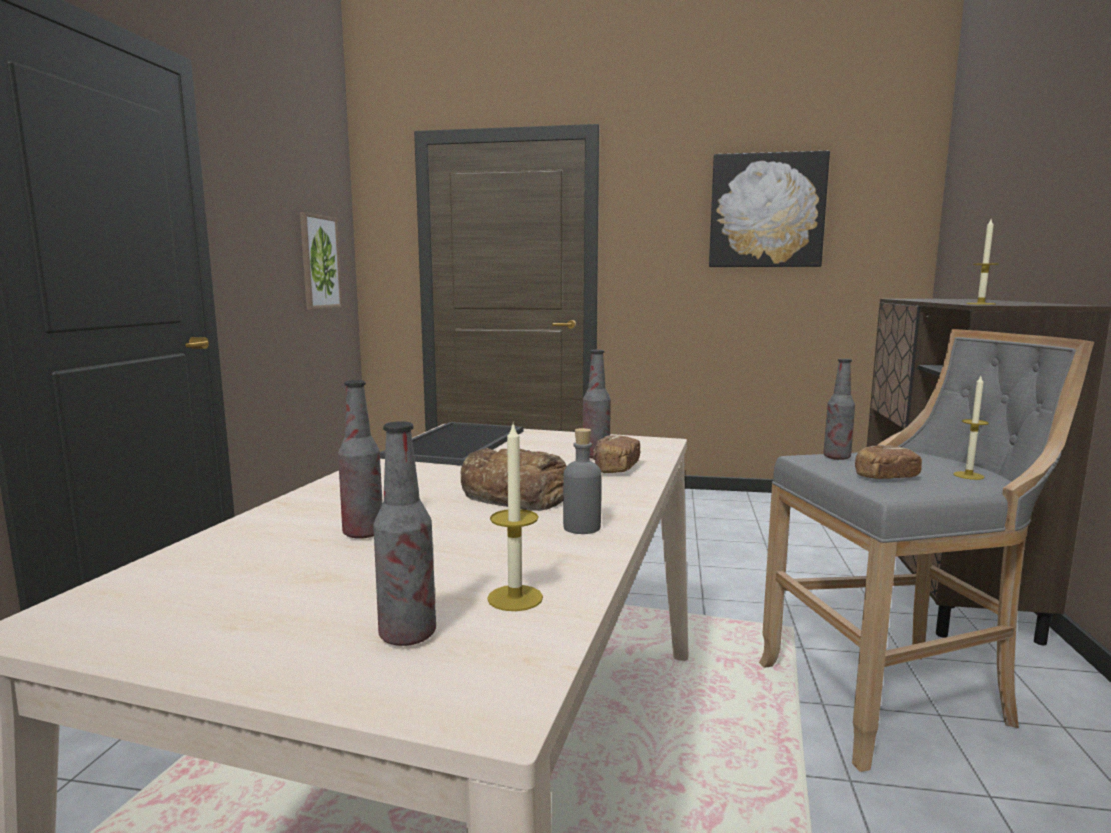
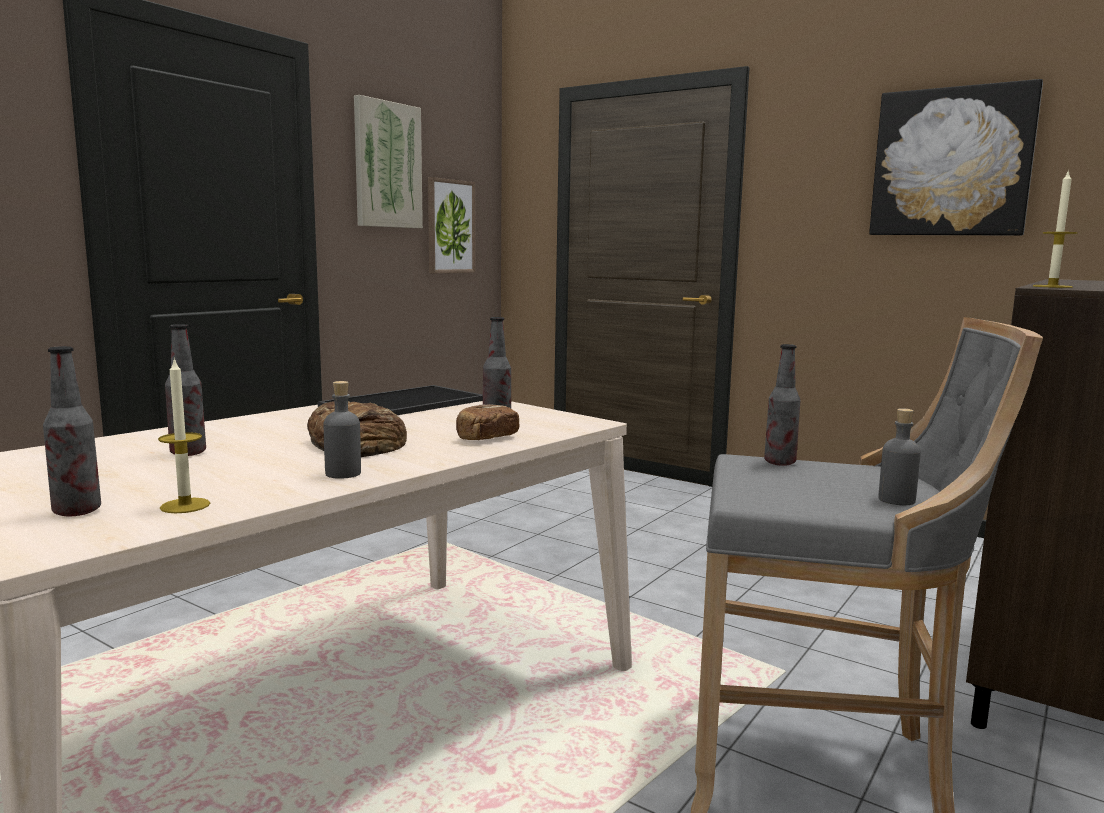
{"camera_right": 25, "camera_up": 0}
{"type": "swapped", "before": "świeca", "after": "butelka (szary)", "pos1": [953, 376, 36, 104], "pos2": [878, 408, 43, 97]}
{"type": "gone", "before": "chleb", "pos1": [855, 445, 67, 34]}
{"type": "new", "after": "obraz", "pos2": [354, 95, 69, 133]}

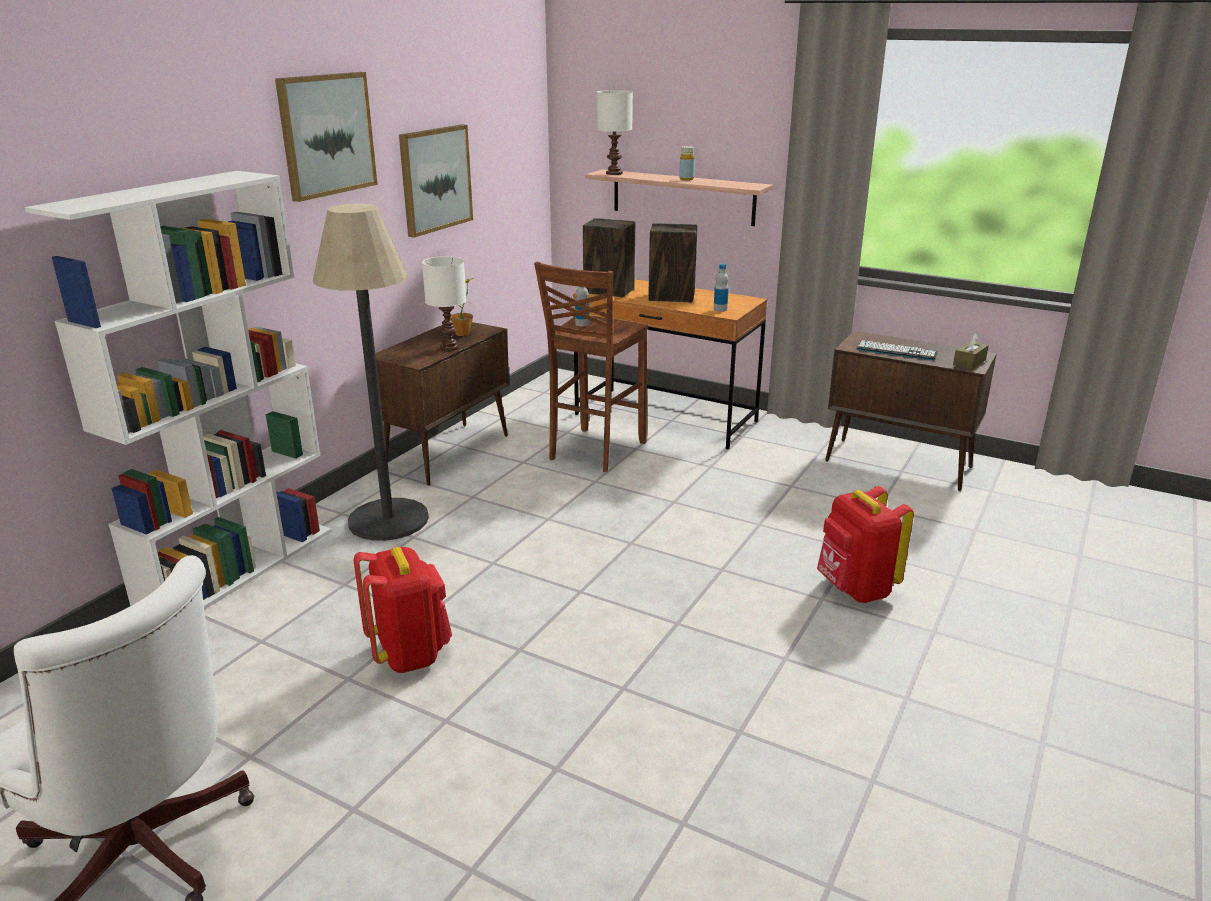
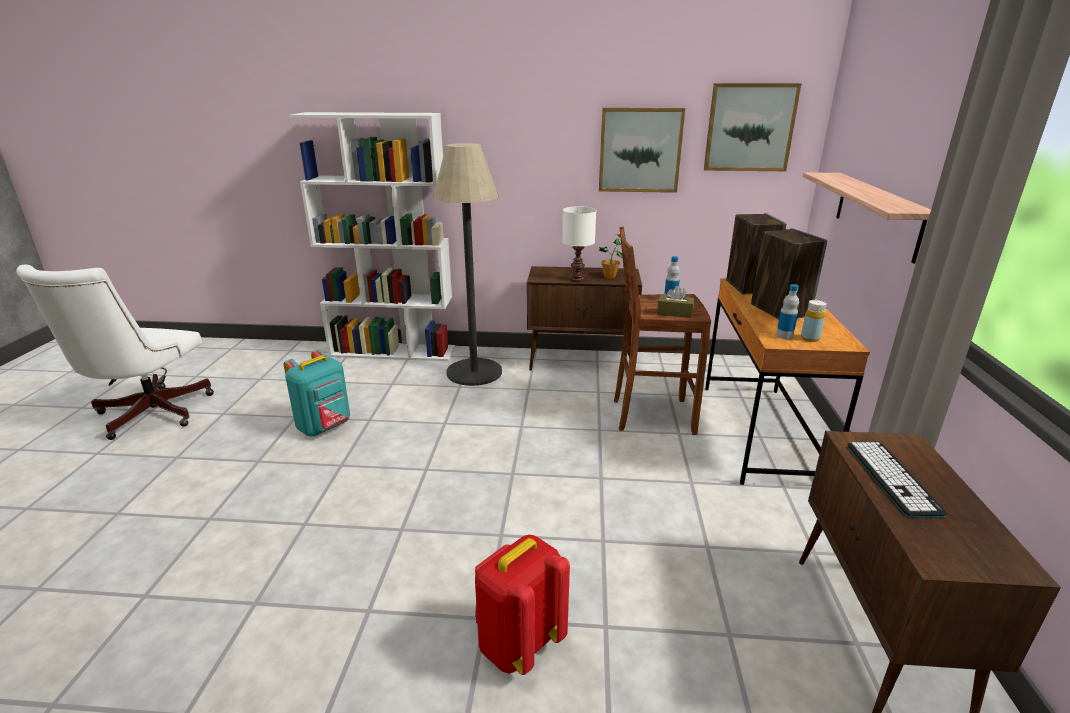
{"camera_right": 65, "camera_up": 0}
{"type": "shifted", "before": "obraz", "pos1": [275, 72, 103, 130], "pos2": [704, 83, 98, 88]}
{"type": "gone", "before": "lampa stołowa (biały)", "pos1": [597, 90, 36, 85]}
{"type": "shifted", "before": "butelka (żółty)", "pos1": [679, 146, 16, 35], "pos2": [801, 300, 26, 42]}
{"type": "shifted", "before": "pudełko chusteczek (brązowy)", "pos1": [953, 333, 36, 37], "pos2": [657, 286, 37, 32]}
{"type": "repainted", "before": "plecak (czerwony)", "after": "plecak (turkusowy)", "pos1": [354, 547, 98, 126], "pos2": [284, 349, 66, 88]}

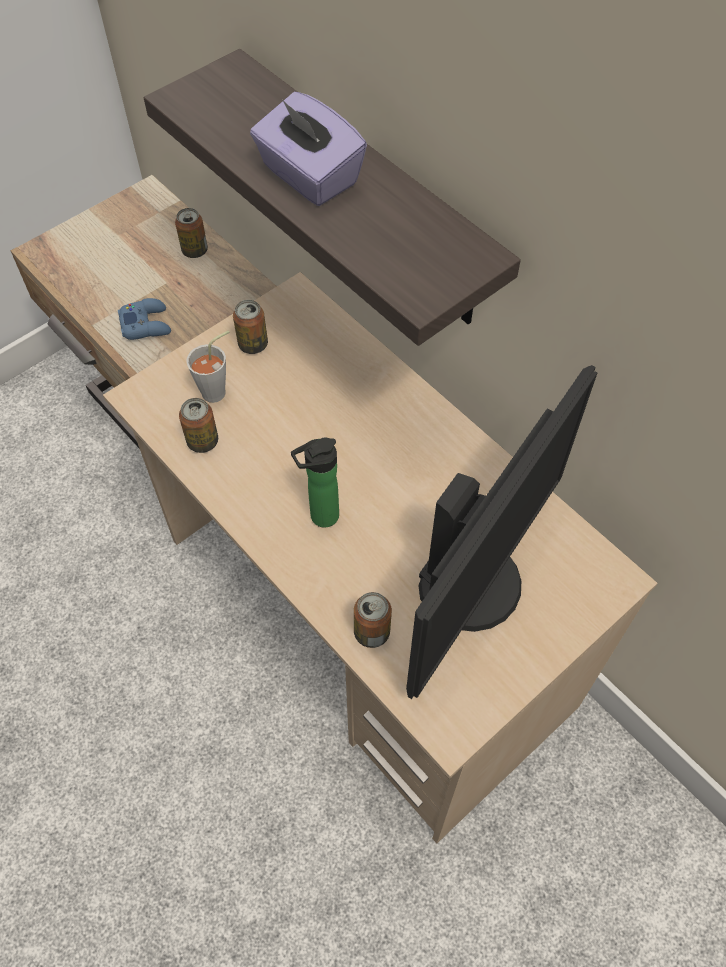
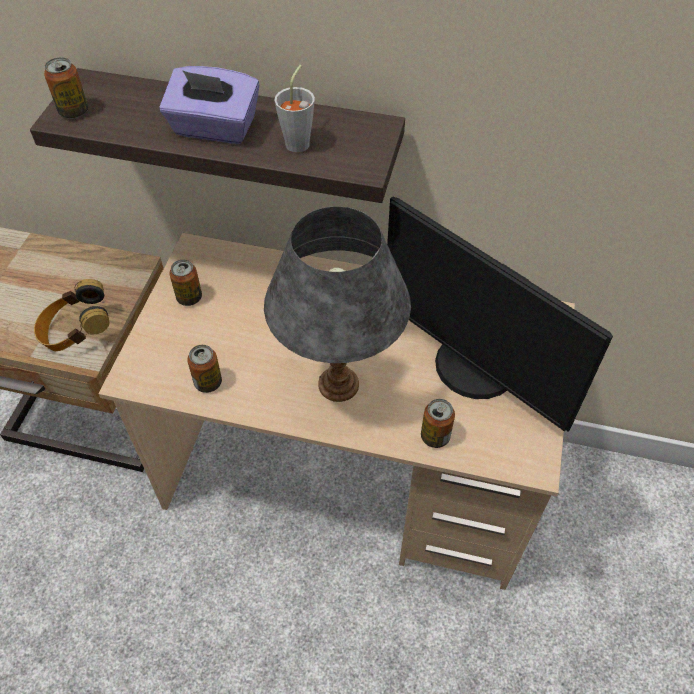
{"camera_right": -35, "camera_up": -5}
{"type": "shifted", "before": "puszka", "pos1": [175, 208, 33, 50], "pos2": [44, 57, 44, 62]}
{"type": "swapped", "before": "pad do gier (niebieski)", "after": "słuchawki", "pos1": [118, 298, 53, 42], "pos2": [34, 279, 75, 72]}
{"type": "shifted", "before": "filiżanka (szary)", "pos1": [186, 330, 44, 73], "pos2": [274, 65, 41, 88]}
{"type": "rotated", "before": "monitor", "pos1": [406, 365, 191, 334], "pos2": [387, 197, 226, 234], "turn": 135}
{"type": "swapped", "before": "butelka", "after": "lampa stołowa (szary)", "pos1": [291, 438, 48, 90], "pos2": [264, 206, 147, 196]}

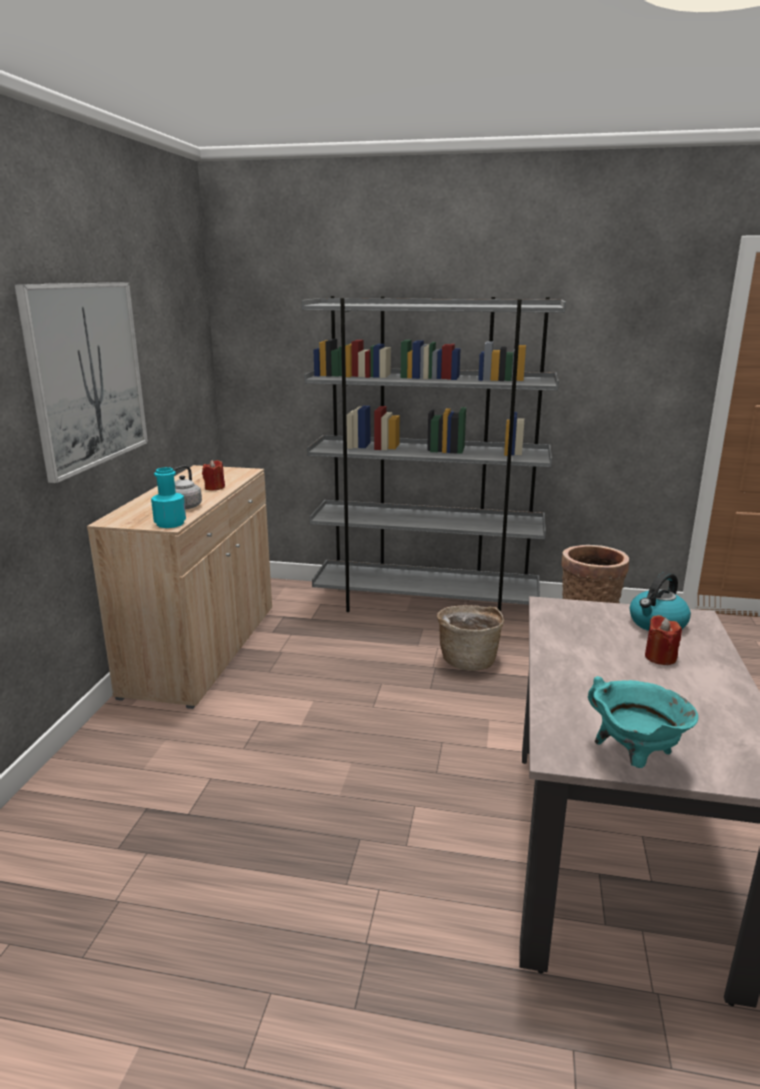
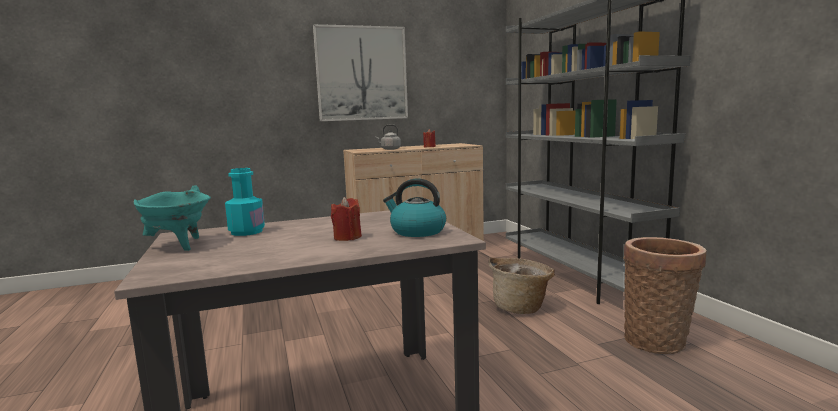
{"camera_right": 60, "camera_up": -10}
{"type": "shifted", "before": "butelka (turkusowy)", "pos1": [151, 467, 35, 61], "pos2": [225, 168, 40, 68]}

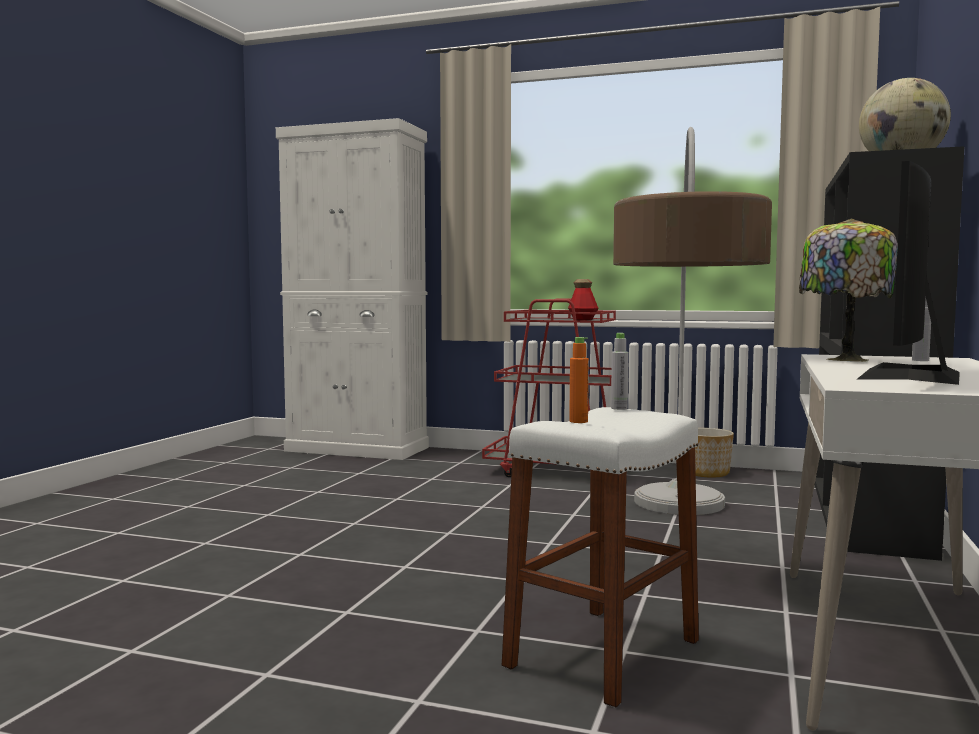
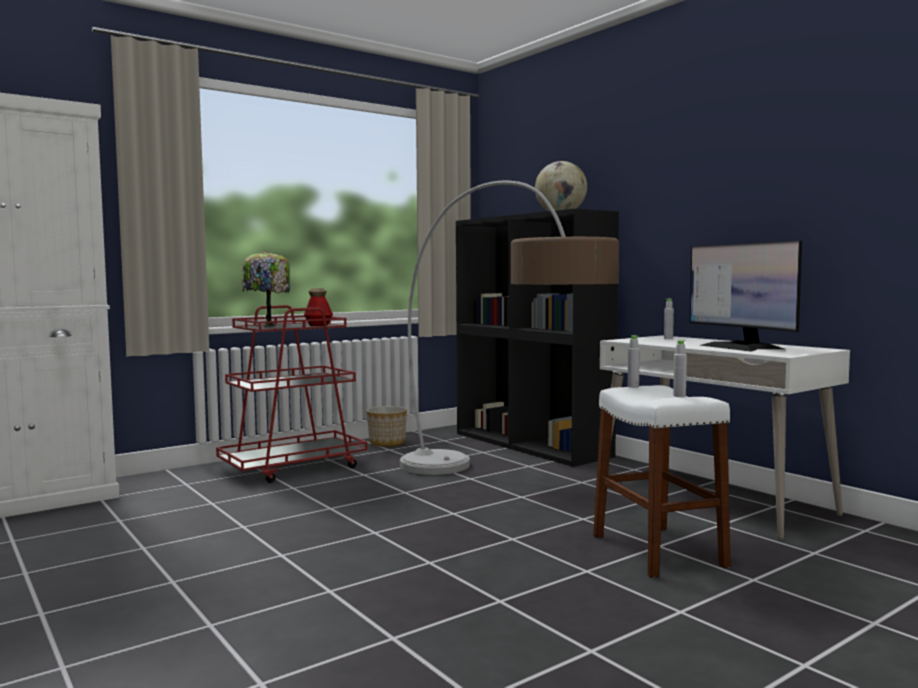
{"camera_right": -55, "camera_up": 0}
{"type": "shifted", "before": "lampa stołowa", "pos1": [799, 218, 99, 144], "pos2": [242, 251, 48, 76]}
{"type": "repainted", "before": "butelka (pomarańczowy)", "after": "butelka (szary)", "pos1": [569, 337, 20, 86], "pos2": [673, 340, 14, 57]}

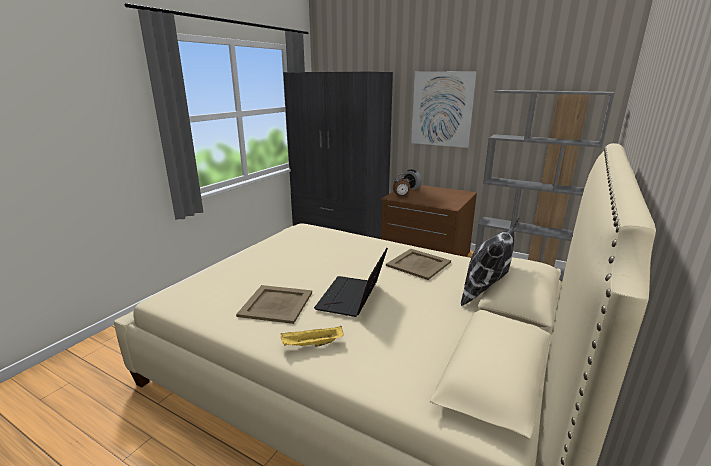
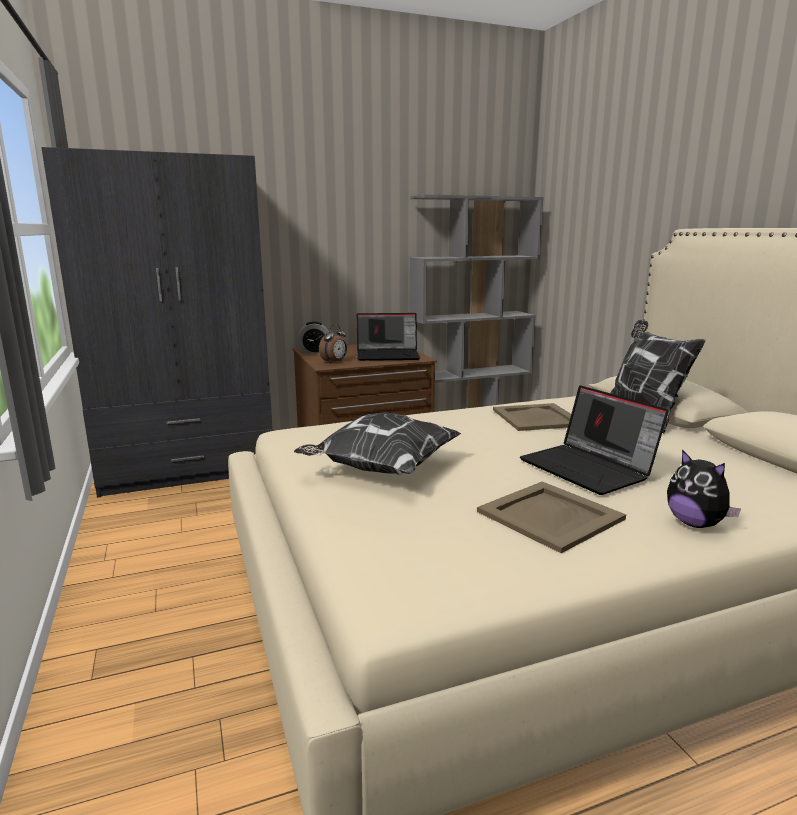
{"camera_right": -50, "camera_up": -5}
{"type": "gone", "before": "obraz", "pos1": [411, 71, 66, 77]}
{"type": "swapped", "before": "taca (żółty)", "after": "pluszak", "pos1": [281, 326, 63, 21], "pos2": [667, 449, 74, 79]}
{"type": "new", "after": "laptop", "pos2": [357, 313, 63, 48]}
{"type": "new", "after": "poduszka", "pos2": [294, 412, 167, 63]}

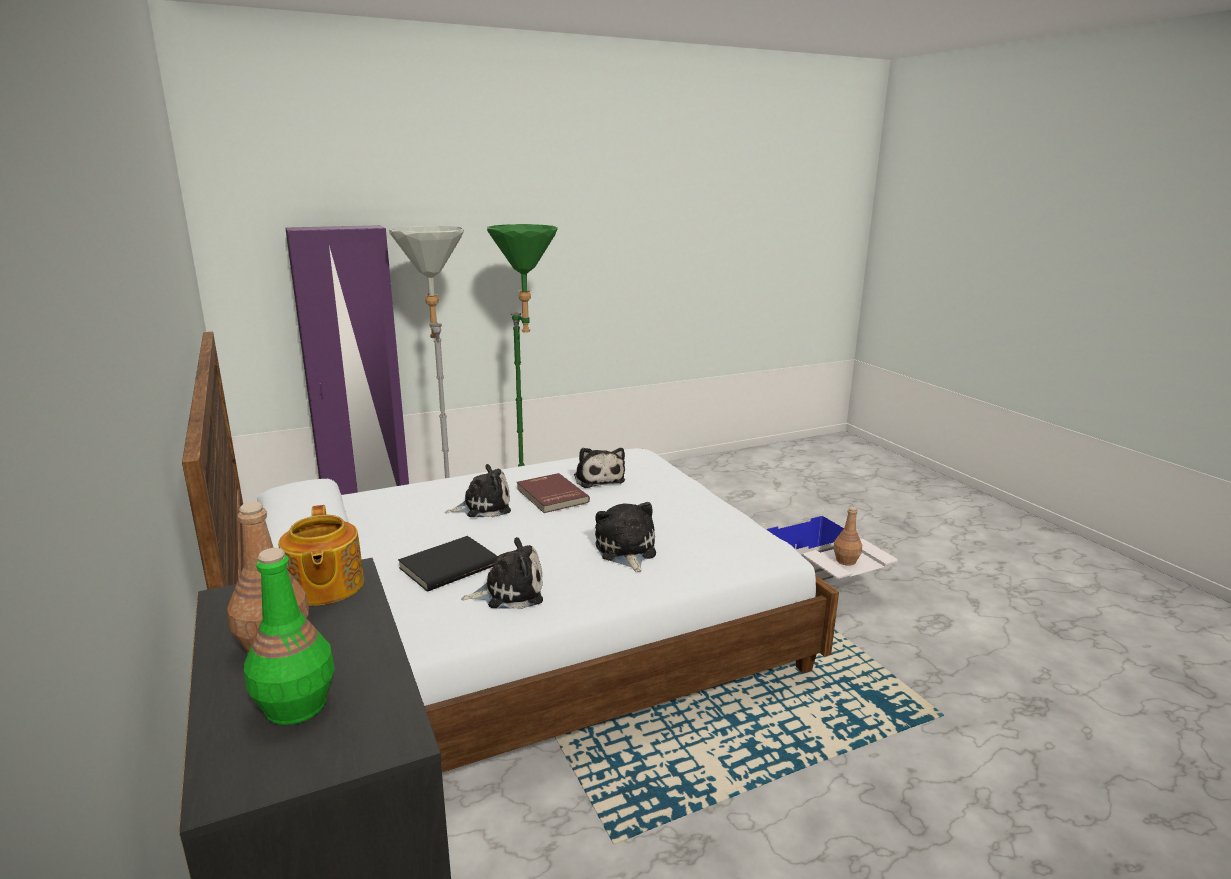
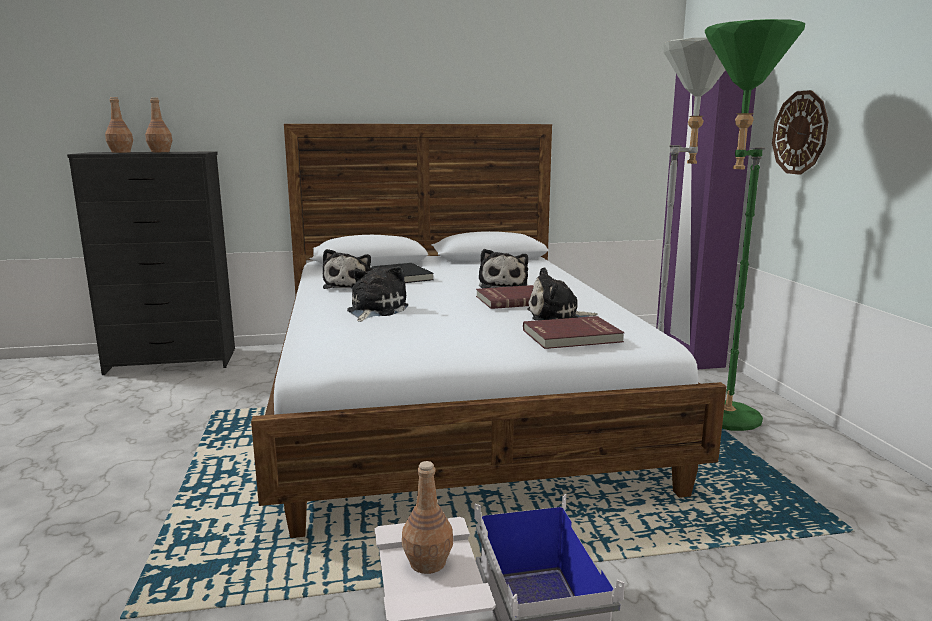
{"camera_right": 105, "camera_up": -5}
{"type": "rotated", "before": "pluszak", "pos1": [595, 502, 61, 70], "pos2": [347, 266, 61, 56], "turn": -75}
{"type": "gone", "before": "imbryk", "pos1": [278, 505, 86, 101]}
{"type": "repainted", "before": "butelka (zielony)", "after": "butelka (brązowy)", "pos1": [244, 548, 91, 177], "pos2": [105, 97, 28, 56]}
{"type": "new", "after": "zegar ścienny", "pos2": [772, 90, 57, 85]}
{"type": "new", "after": "książka (czerwony)", "pos2": [523, 316, 102, 33]}

